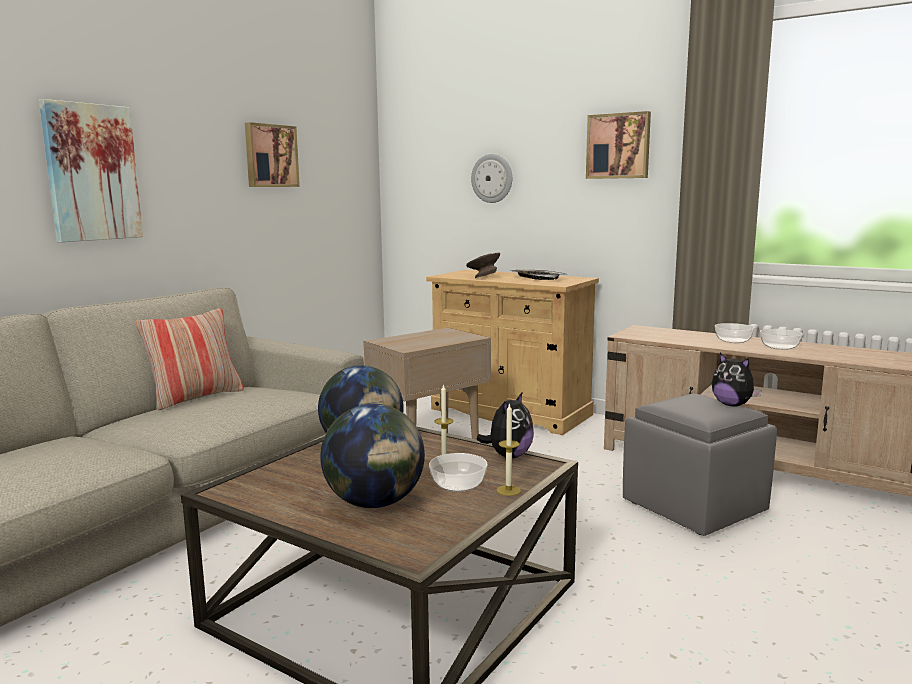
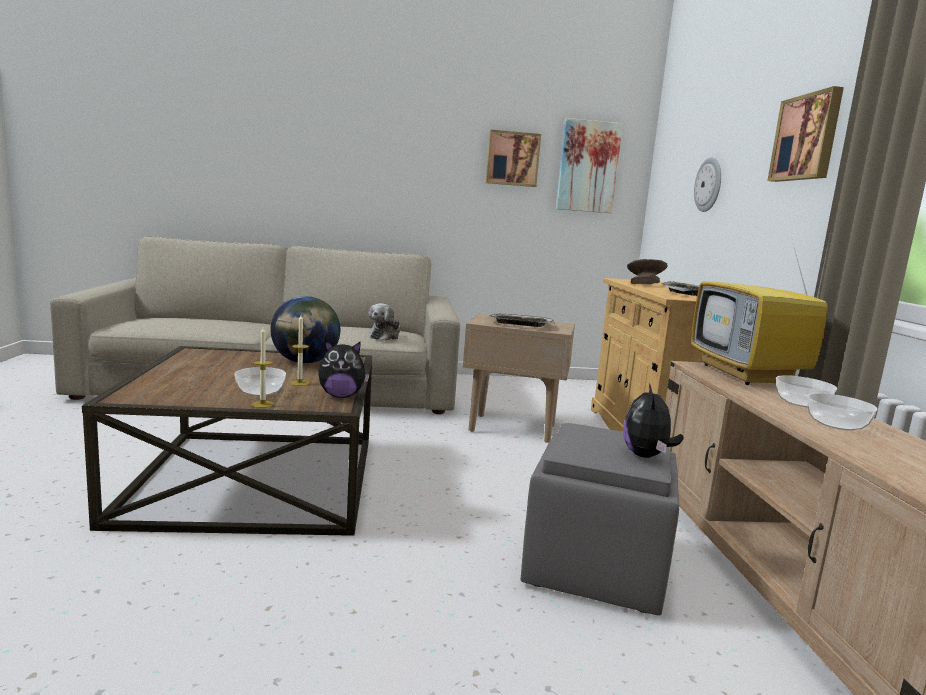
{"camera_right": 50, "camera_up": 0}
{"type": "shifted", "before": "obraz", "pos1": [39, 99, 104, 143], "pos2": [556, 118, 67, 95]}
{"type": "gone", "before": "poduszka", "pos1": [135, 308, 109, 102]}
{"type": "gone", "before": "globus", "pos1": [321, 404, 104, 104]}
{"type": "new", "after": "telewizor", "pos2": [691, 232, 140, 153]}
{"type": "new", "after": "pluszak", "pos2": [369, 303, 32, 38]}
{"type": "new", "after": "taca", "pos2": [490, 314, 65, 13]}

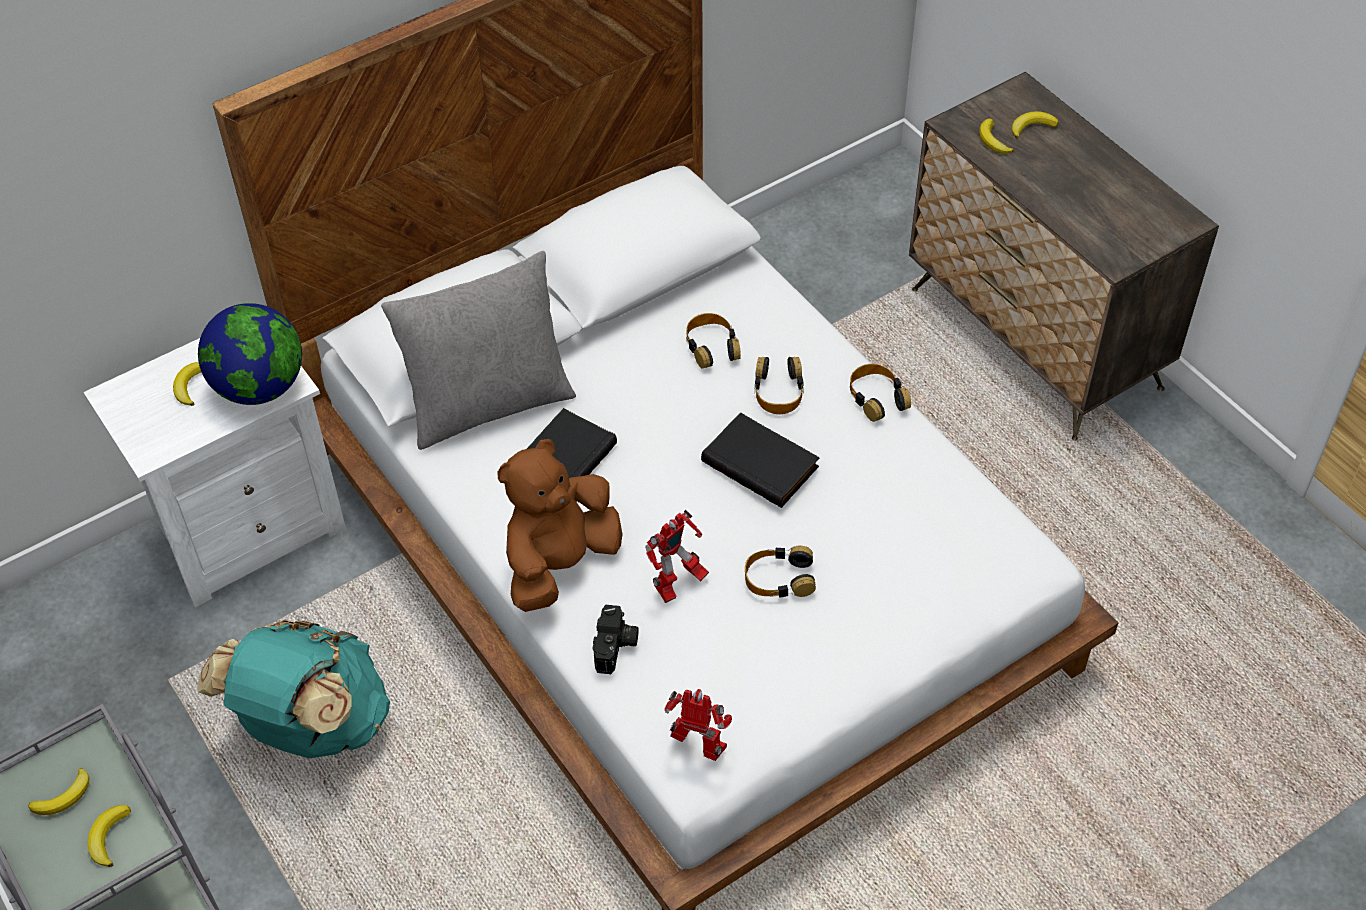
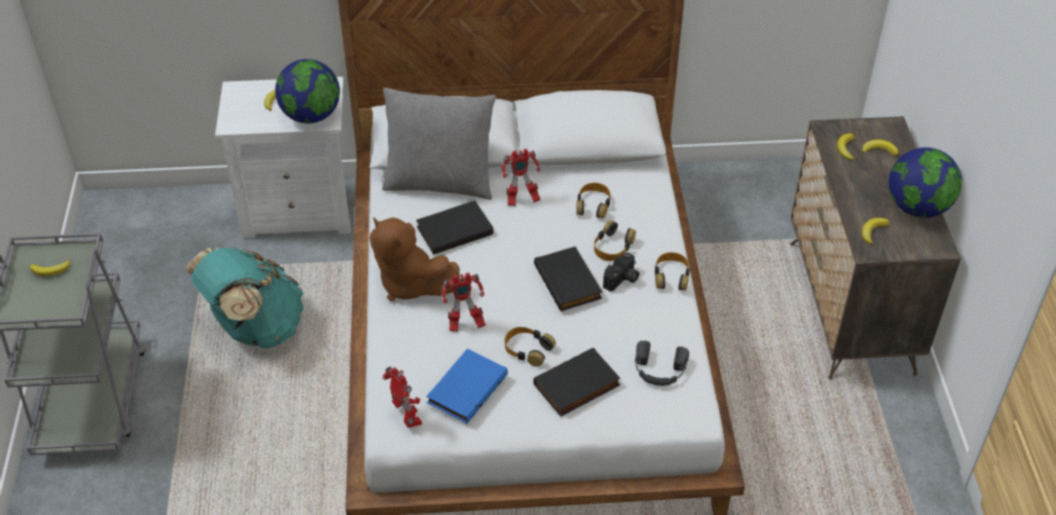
{"camera_right": 30, "camera_up": -5}
{"type": "rotated", "before": "pluszak (brązowy)", "pos1": [497, 439, 126, 173], "pos2": [370, 217, 90, 84], "turn": -120}
{"type": "shifted", "before": "aparat fotograficzny", "pos1": [593, 605, 46, 69], "pos2": [603, 252, 36, 40]}
{"type": "shifted", "before": "banan", "pos1": [88, 805, 43, 62], "pos2": [862, 218, 27, 27]}
{"type": "new", "after": "globus", "pos2": [889, 147, 73, 71]}
{"type": "new", "after": "robot zabawkowy", "pos2": [501, 149, 40, 57]}
{"type": "new", "after": "słuchawki (czarny)", "pos2": [635, 341, 54, 45]}
{"type": "new", "after": "książka (czarny)", "pos2": [533, 347, 88, 70]}
{"type": "new", "after": "książka (niebieski)", "pos2": [426, 349, 82, 75]}

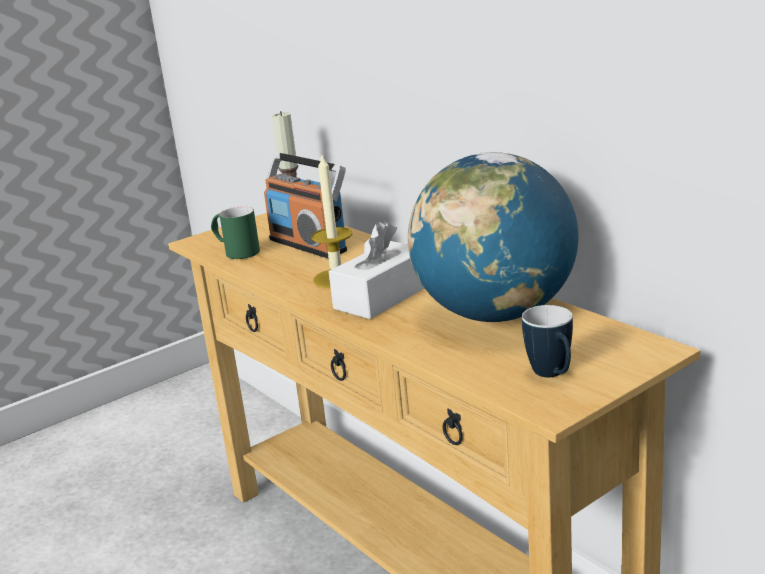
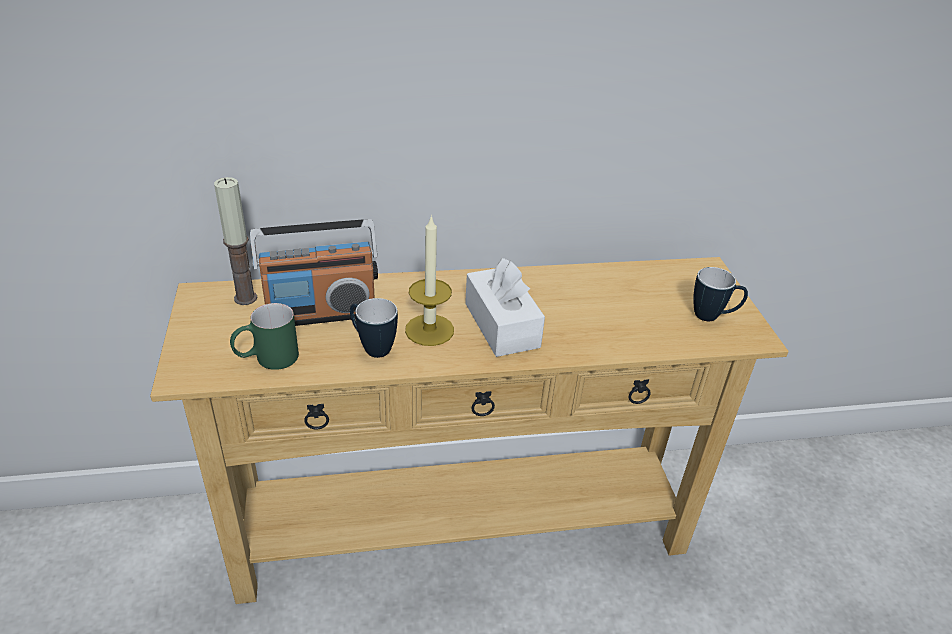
{"camera_right": -65, "camera_up": 15}
{"type": "gone", "before": "globus", "pos1": [408, 152, 171, 170]}
{"type": "new", "after": "kubek", "pos2": [350, 298, 48, 60]}

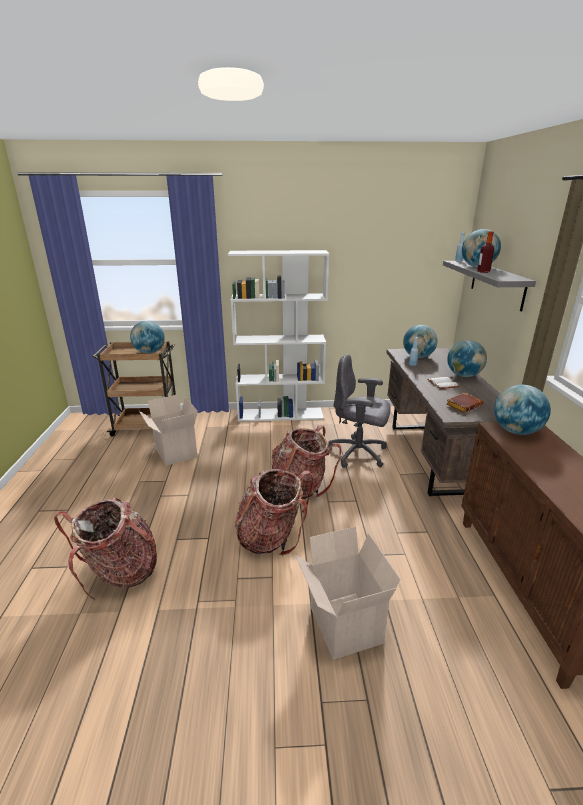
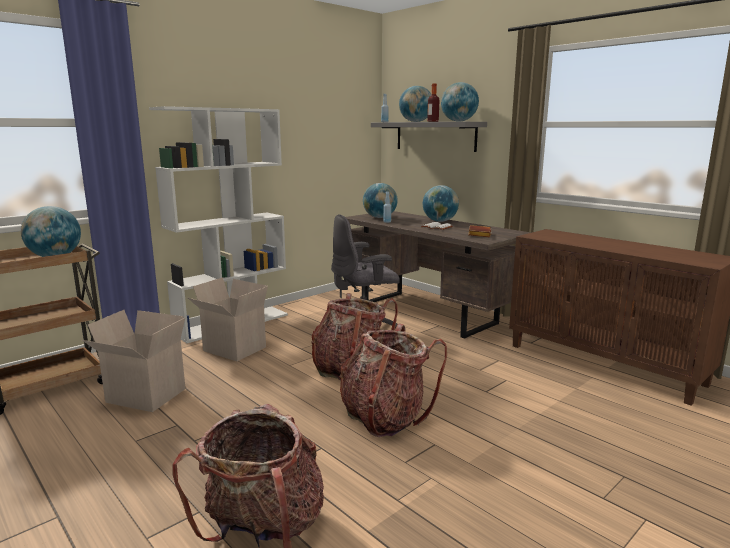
{"camera_right": -40, "camera_up": -10}
{"type": "shifted", "before": "globus", "pos1": [494, 385, 57, 50], "pos2": [441, 82, 38, 40]}
{"type": "shifted", "before": "karton", "pos1": [295, 527, 105, 133], "pos2": [187, 277, 81, 84]}

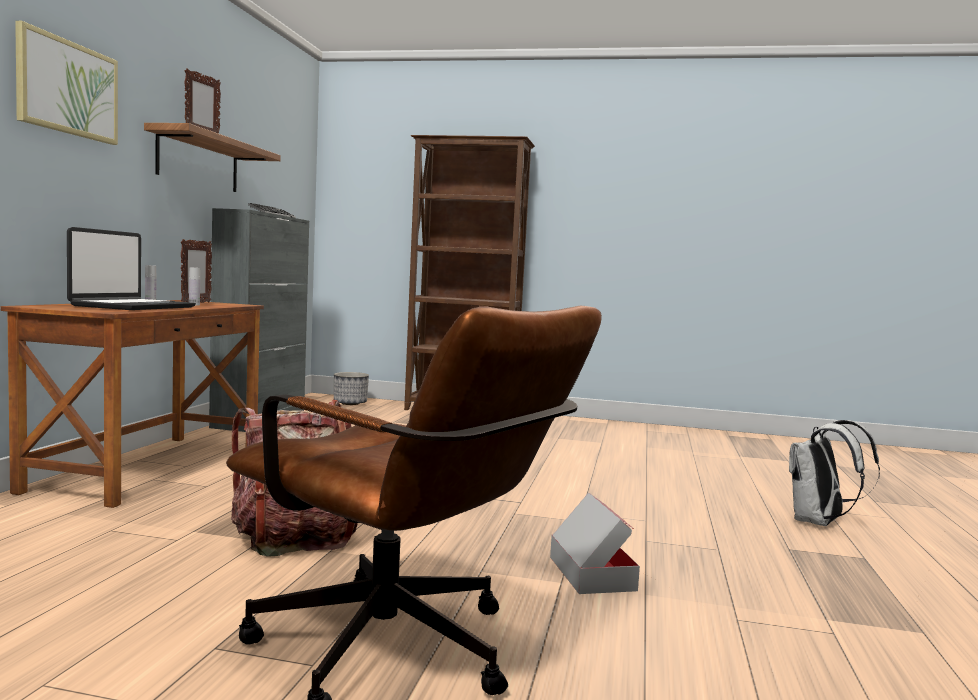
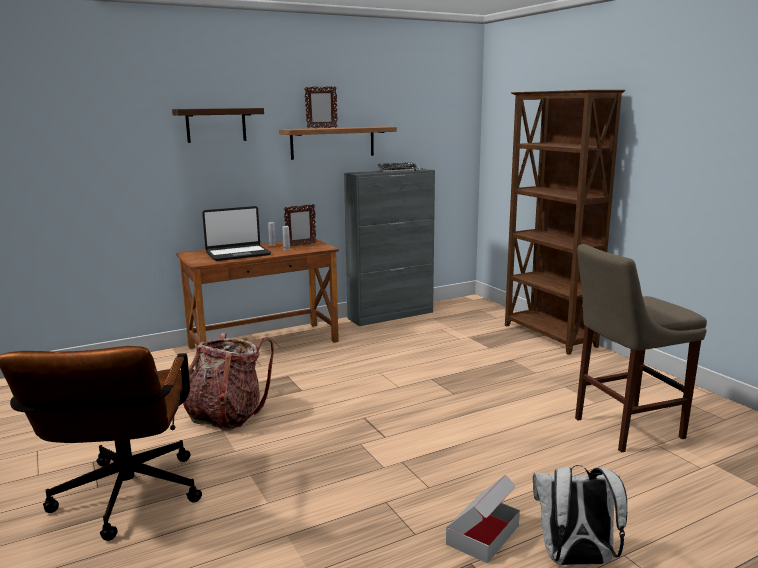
{"camera_right": 50, "camera_up": 10}
{"type": "swapped", "before": "obraz", "after": "półka", "pos1": [15, 21, 103, 124], "pos2": [172, 108, 92, 35]}
{"type": "gone", "before": "donica", "pos1": [334, 372, 35, 33]}
{"type": "shifted", "before": "karton", "pos1": [550, 492, 90, 102], "pos2": [446, 475, 74, 88]}
{"type": "new", "after": "stołek (beżowy)", "pos2": [575, 244, 132, 208]}

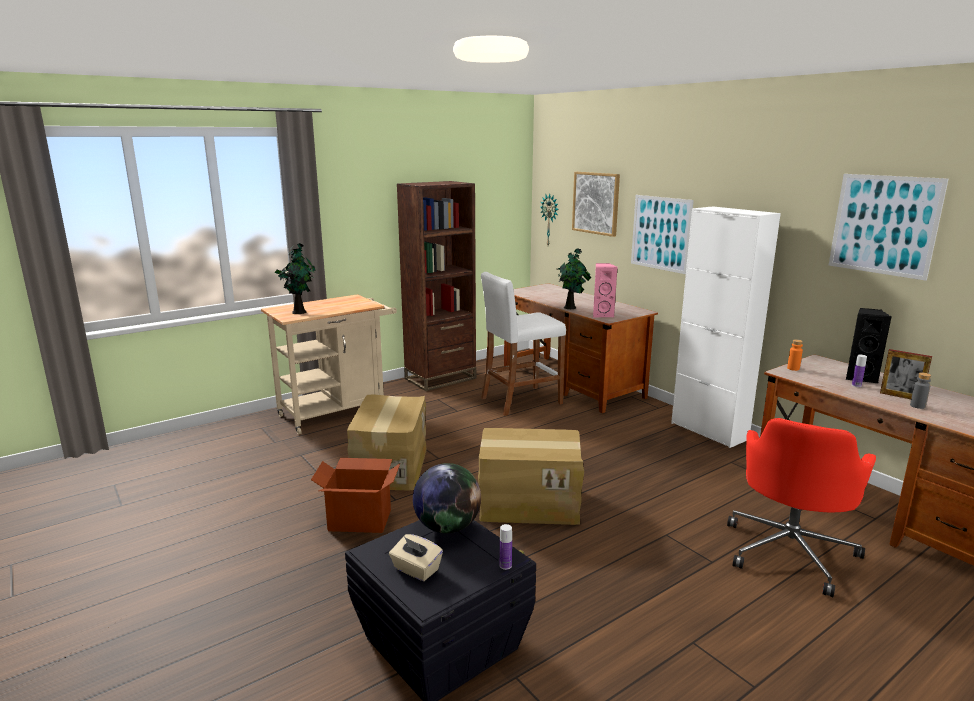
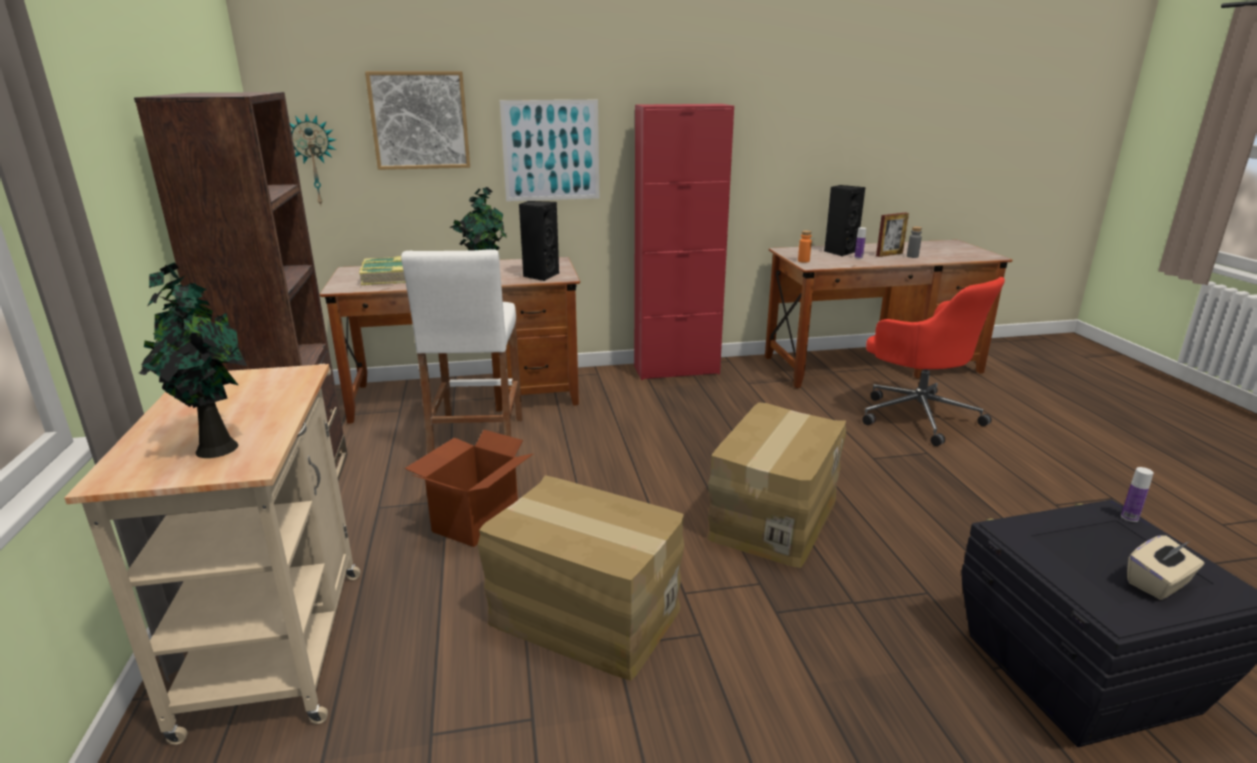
{"camera_right": -65, "camera_up": 5}
{"type": "gone", "before": "obraz", "pos1": [829, 174, 120, 107]}
{"type": "repainted", "before": "szafka (biały)", "after": "szafka (czerwony)", "pos1": [671, 206, 110, 242], "pos2": [634, 104, 100, 276]}
{"type": "repainted", "before": "głośnik (różowy)", "after": "głośnik (czarny)", "pos1": [593, 263, 25, 54], "pos2": [519, 201, 40, 80]}
{"type": "shifted", "before": "karton", "pos1": [311, 458, 90, 75], "pos2": [405, 430, 128, 117]}
{"type": "gone", "before": "globus", "pos1": [413, 463, 68, 71]}
{"type": "new", "after": "książka", "pos2": [359, 256, 47, 29]}

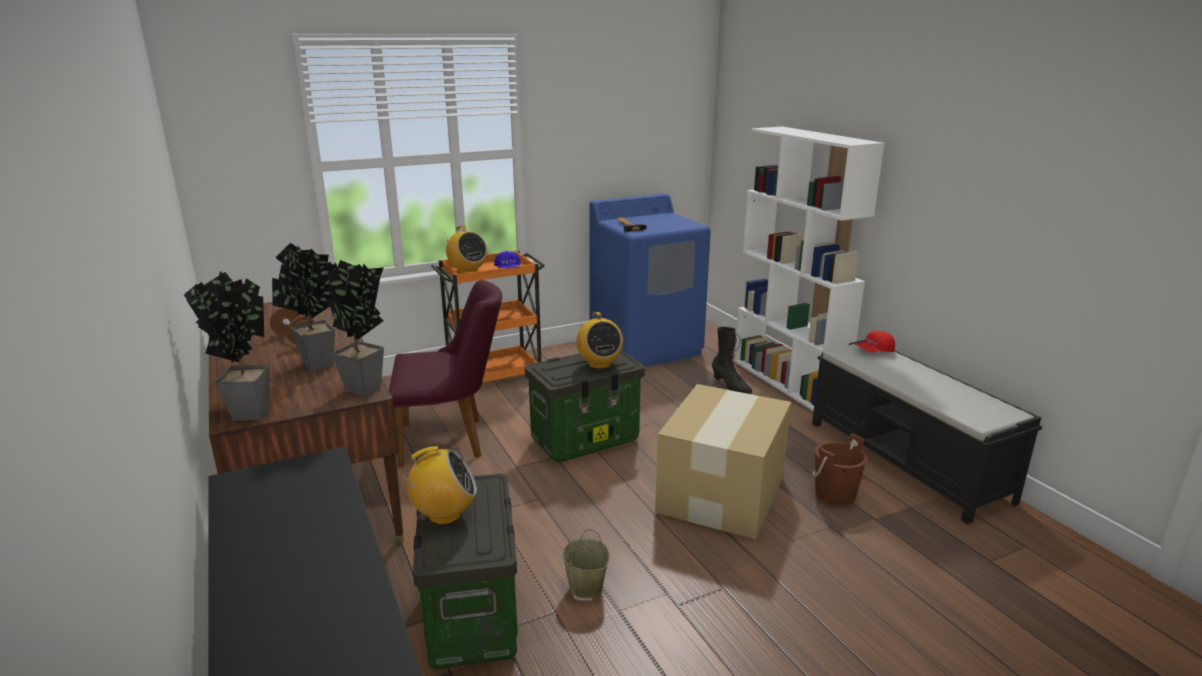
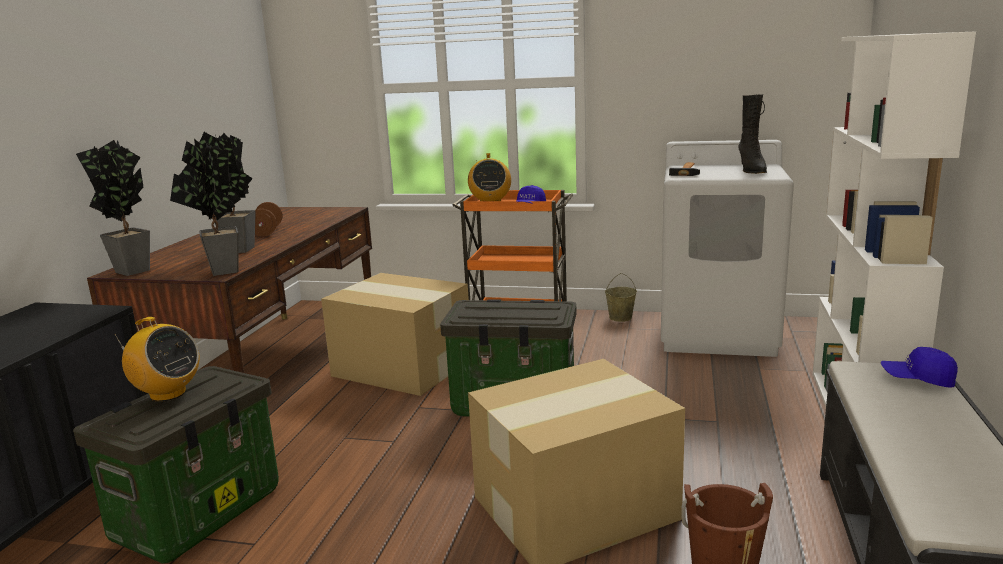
{"camera_right": 40, "camera_up": -5}
{"type": "repainted", "before": "pralka (niebieski)", "after": "pralka (biały)", "pos1": [589, 193, 122, 174], "pos2": [661, 140, 133, 217]}
{"type": "swapped", "before": "krzesło (fioletowy)", "after": "karton", "pos1": [389, 280, 113, 188], "pos2": [321, 273, 148, 123]}
{"type": "gone", "before": "radio", "pos1": [576, 312, 47, 57]}
{"type": "shifted", "before": "but z cholewką (czarny)", "pos1": [712, 327, 40, 67], "pos2": [738, 94, 29, 80]}
{"type": "repainted", "before": "czapka z daszkiem (czerwony)", "after": "czapka z daszkiem (niebieski)", "pos1": [855, 331, 40, 21], "pos2": [881, 347, 77, 41]}
{"type": "shifted", "before": "wiadro (beżowy)", "pos1": [562, 529, 48, 70], "pos2": [605, 273, 32, 49]}

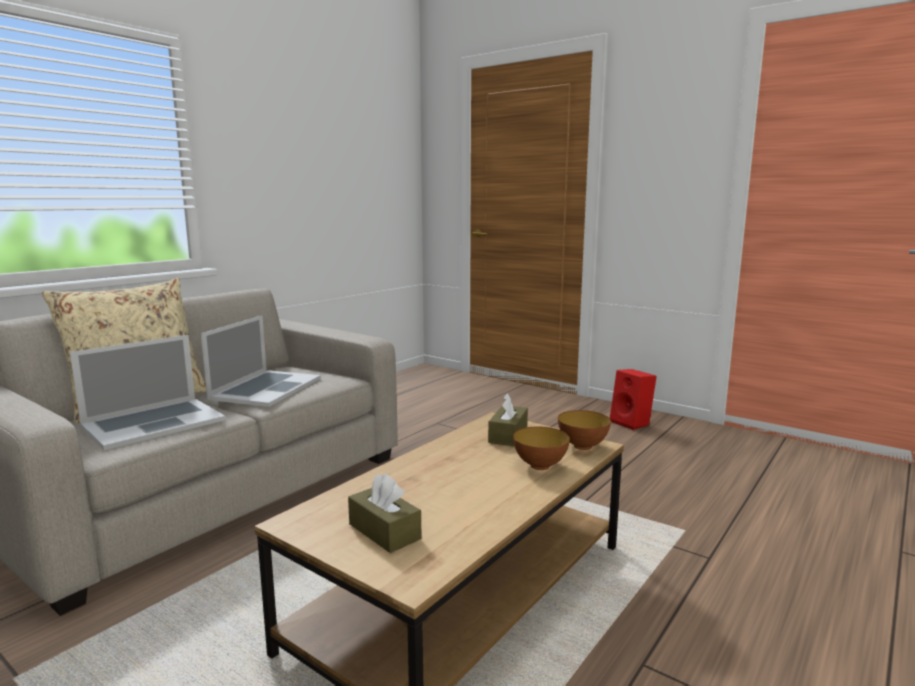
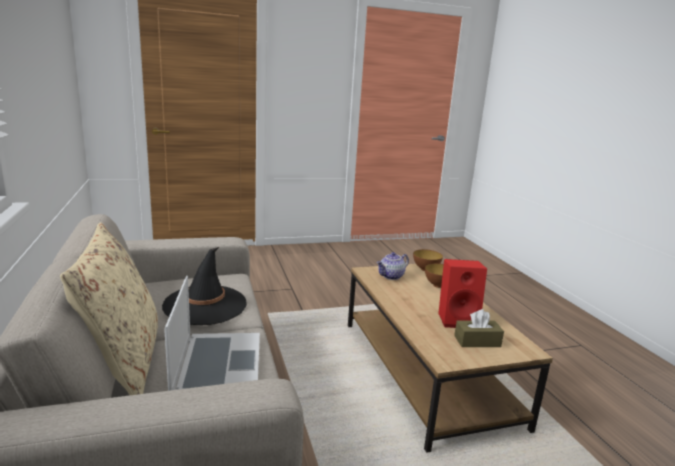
{"camera_right": -55, "camera_up": 5}
{"type": "swapped", "before": "laptop", "after": "kapelusz (czarny)", "pos1": [201, 315, 120, 92], "pos2": [162, 247, 85, 78]}
{"type": "shifted", "before": "głośnik (czerwony)", "pos1": [610, 369, 47, 61], "pos2": [438, 259, 49, 69]}
{"type": "swapped", "before": "pudełko chusteczek (brązowy)", "after": "imbryk", "pos1": [488, 393, 40, 53], "pos2": [376, 252, 33, 28]}

